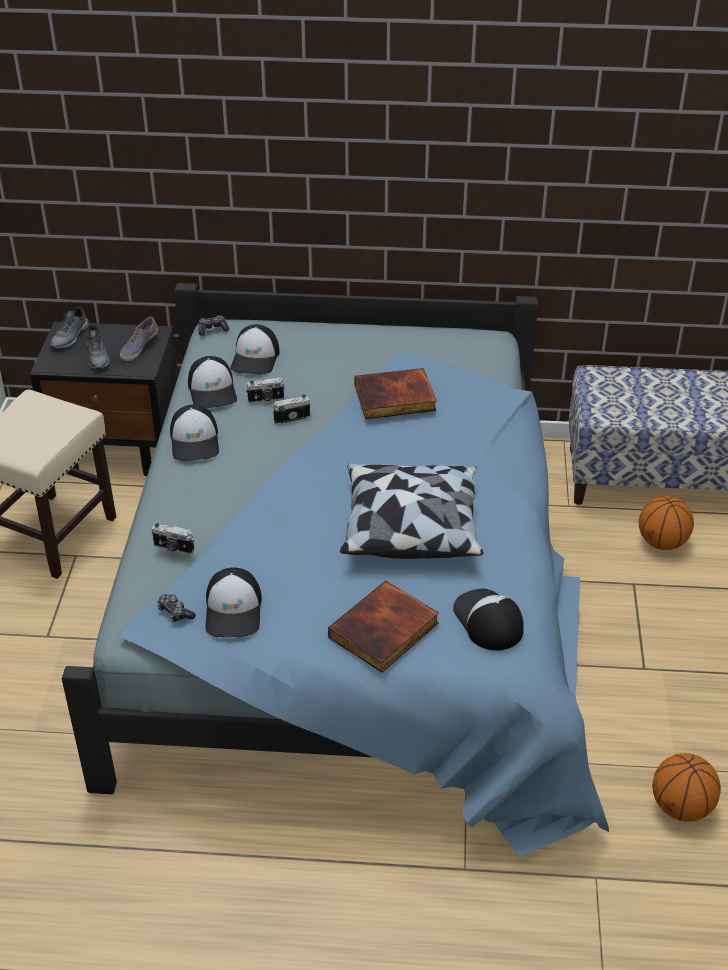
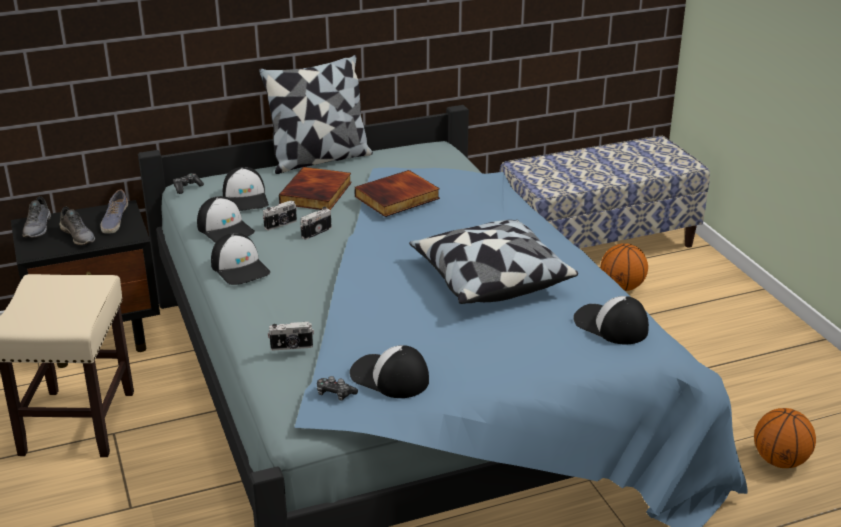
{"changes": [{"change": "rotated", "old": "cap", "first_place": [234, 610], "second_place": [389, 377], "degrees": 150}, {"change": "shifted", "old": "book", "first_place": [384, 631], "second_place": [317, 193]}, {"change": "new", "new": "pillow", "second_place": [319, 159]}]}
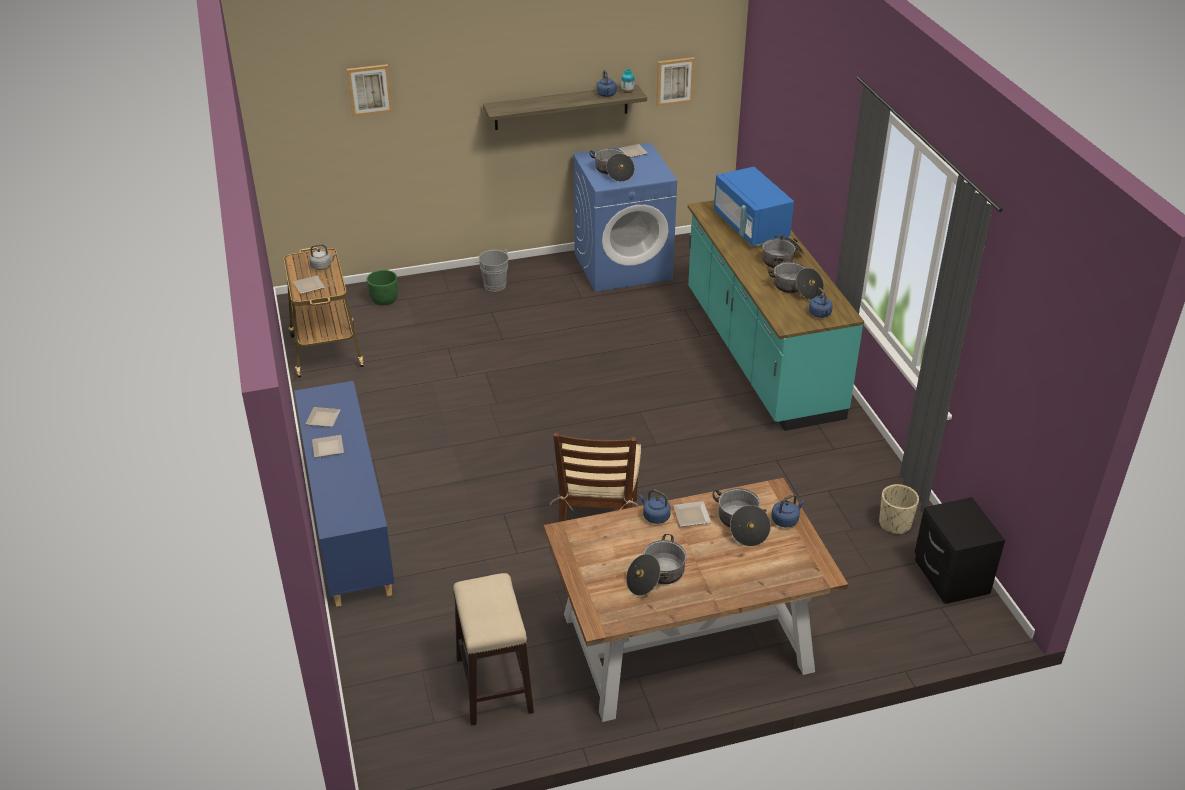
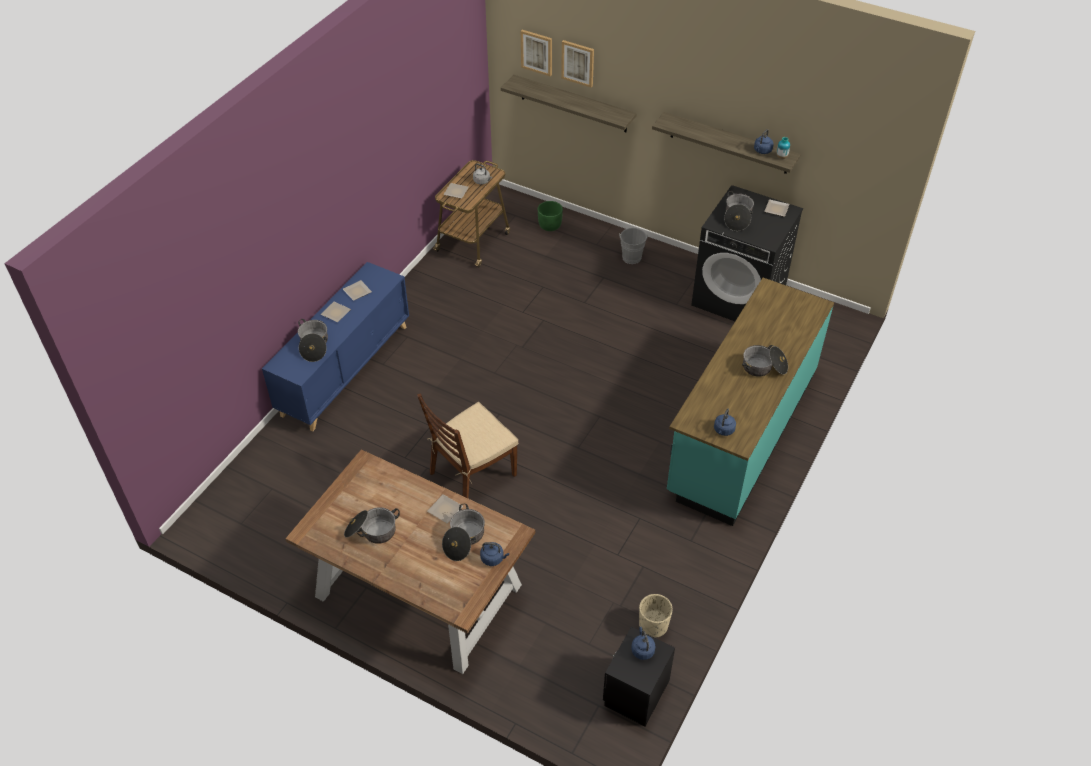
{"changes": [{"change": "shifted", "old": "picture", "first_place": [674, 81], "second_place": [537, 52]}, {"change": "repainted", "old": "blue washing machine", "new": "black washing machine", "first_place": [623, 266], "second_place": [739, 297]}, {"change": "gone", "old": "blue microwave", "first_place": [751, 227]}, {"change": "shifted", "old": "cooking pot", "first_place": [796, 288], "second_place": [314, 345]}, {"change": "shifted", "old": "blue kettle", "first_place": [655, 516], "second_place": [642, 649]}, {"change": "gone", "old": "stool", "first_place": [494, 684]}, {"change": "new", "new": "shelf", "second_place": [573, 104]}]}
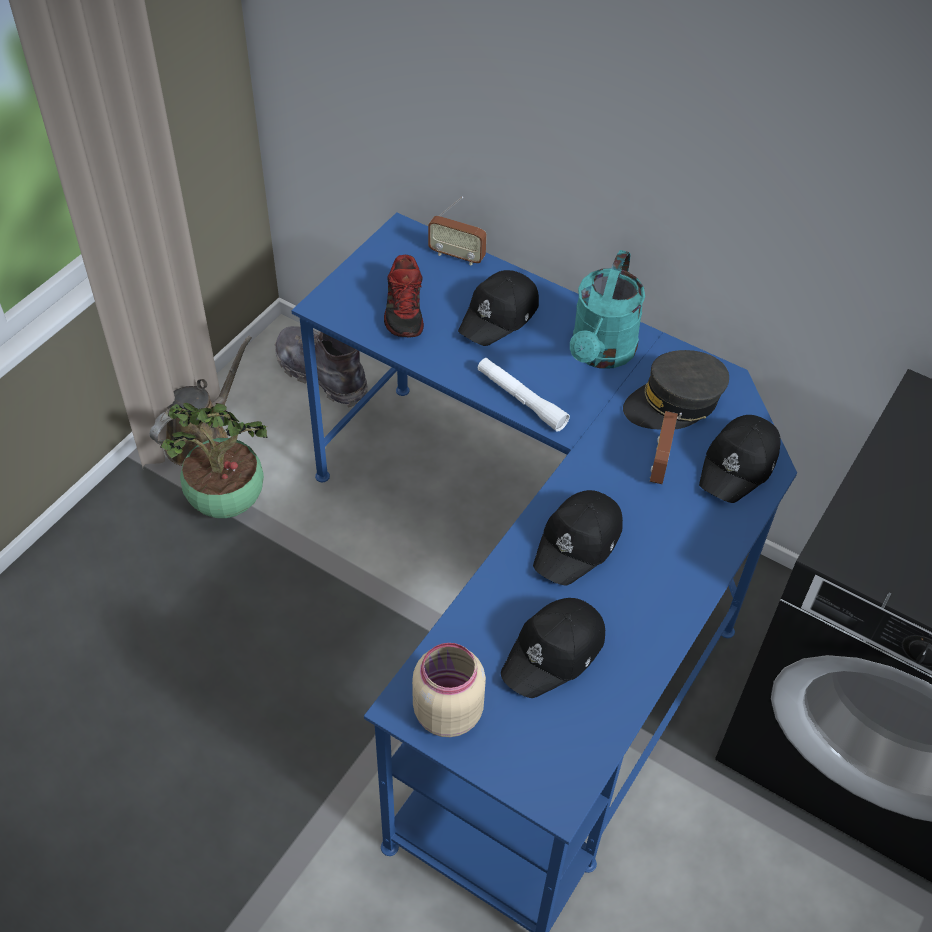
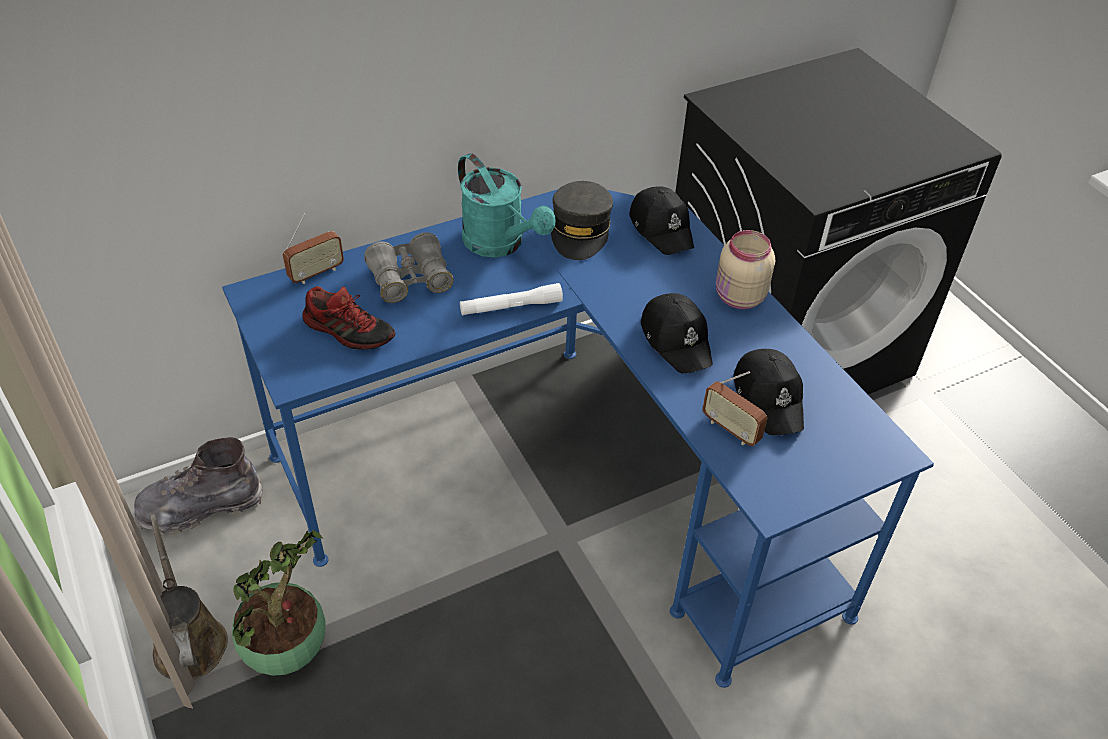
{"changes": [{"change": "swapped", "old": "black cap", "new": "grey binoculars", "first_place": [499, 316], "second_place": [410, 279]}, {"change": "shifted", "old": "radio", "first_place": [660, 464], "second_place": [731, 430]}, {"change": "shifted", "old": "beige jar", "first_place": [445, 712], "second_place": [738, 298]}]}
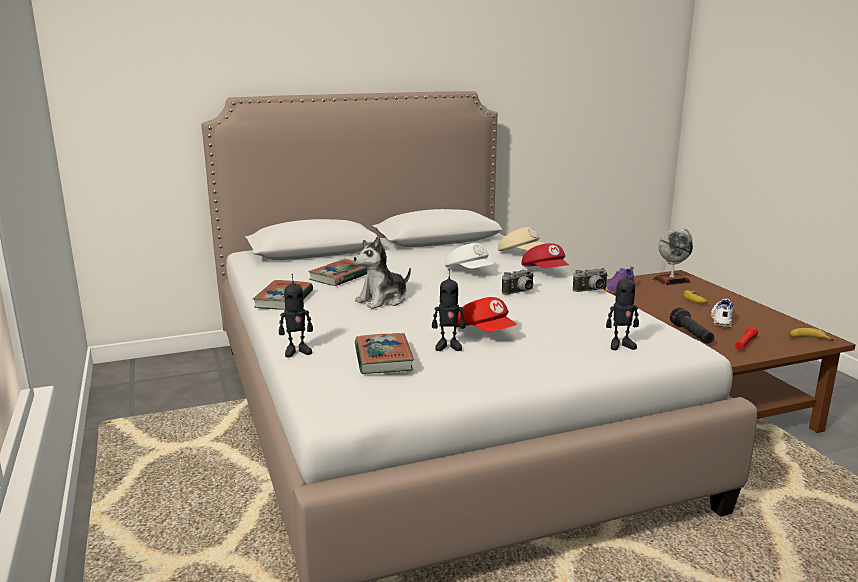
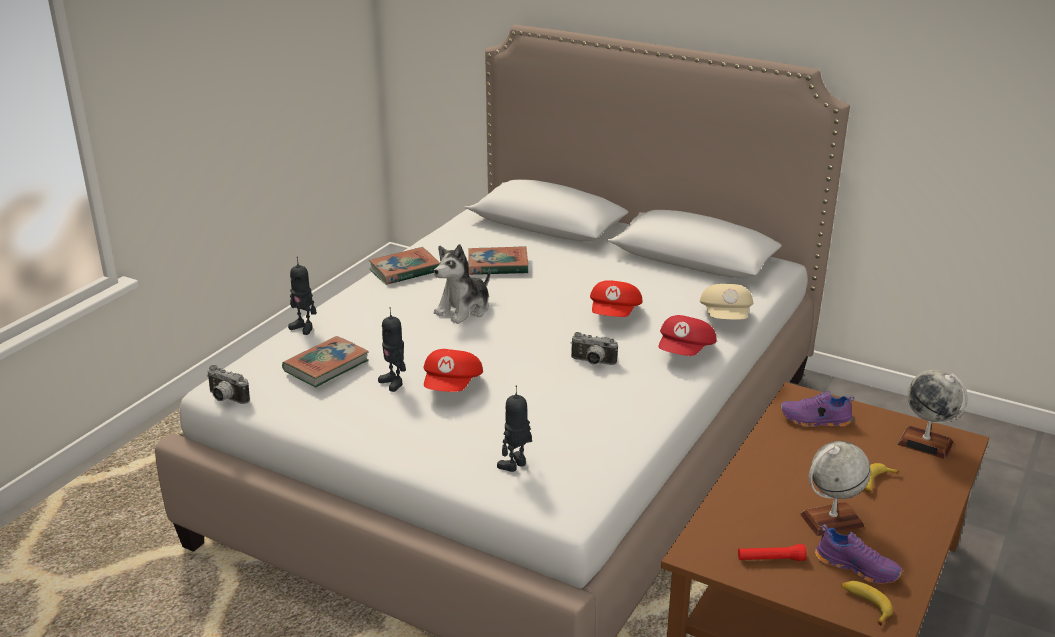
{"changes": [{"change": "rotated", "old": "plush toy", "first_place": [383, 300], "second_place": [464, 309], "degrees": -60}, {"change": "repainted", "old": "white cap", "new": "red cap", "first_place": [470, 272], "second_place": [615, 314]}, {"change": "shifted", "old": "photo camera", "first_place": [591, 291], "second_place": [225, 399]}, {"change": "rotated", "old": "toy robot", "first_place": [621, 345], "second_place": [515, 465], "degrees": 90}, {"change": "swapped", "old": "white shoe", "new": "globe", "first_place": [721, 319], "second_place": [831, 520]}, {"change": "gone", "old": "black flashlight", "first_place": [691, 335]}, {"change": "new", "new": "purple shoe", "second_place": [857, 567]}]}
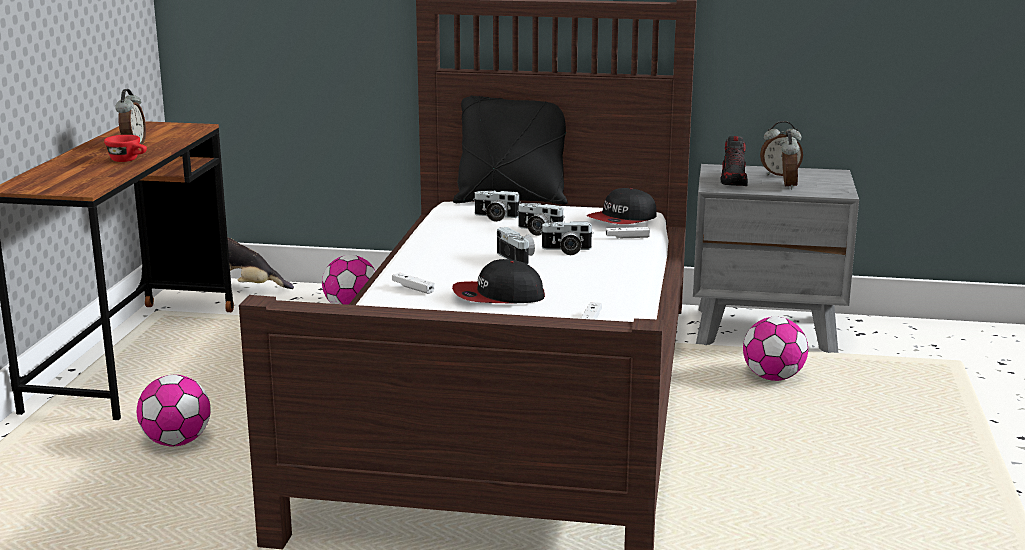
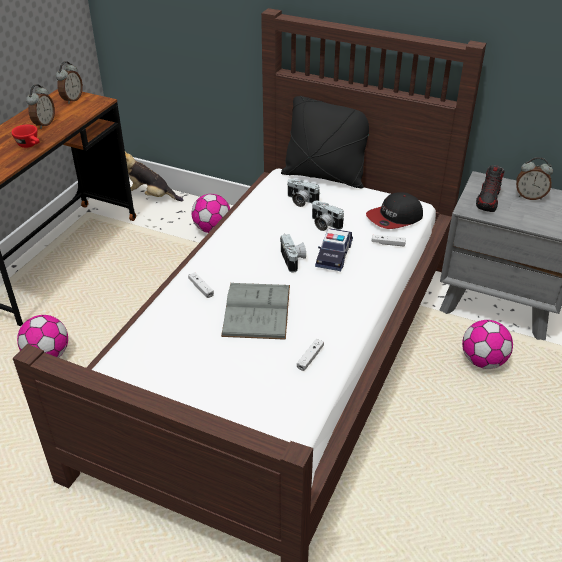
{"changes": [{"change": "shifted", "old": "alarm clock", "first_place": [786, 185], "second_place": [72, 99]}, {"change": "swapped", "old": "photo camera", "new": "toy car", "first_place": [566, 250], "second_place": [334, 255]}, {"change": "swapped", "old": "cap", "new": "grey book", "first_place": [498, 296], "second_place": [256, 310]}]}
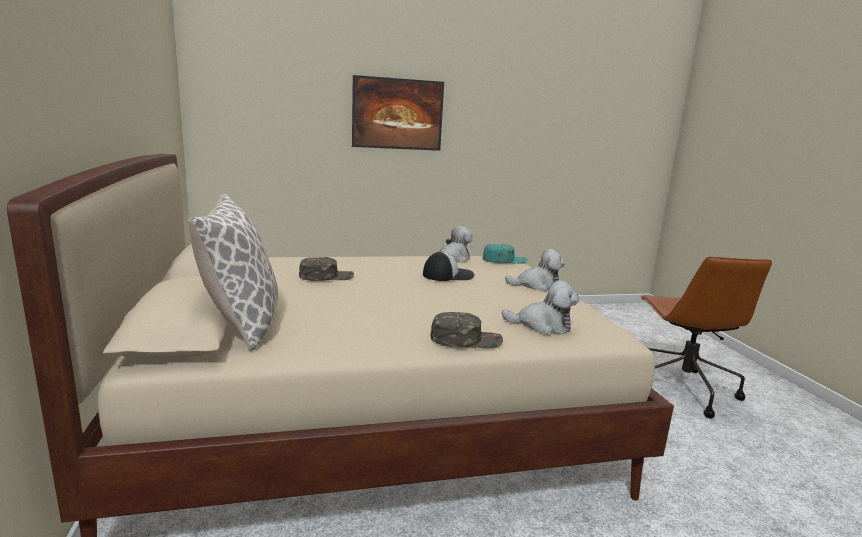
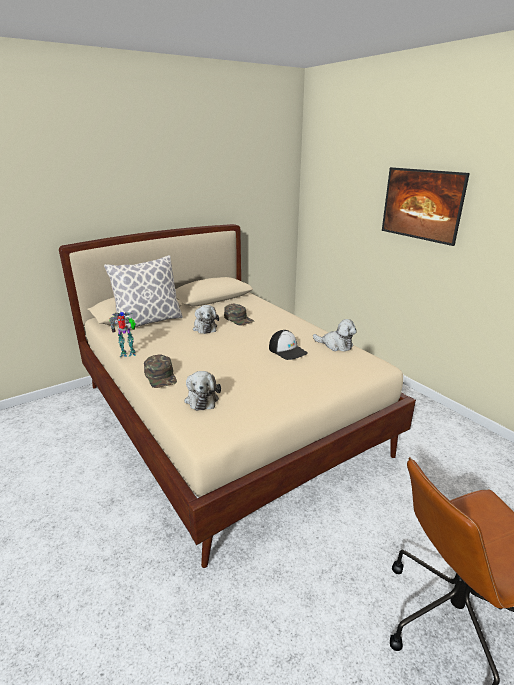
{"changes": [{"change": "gone", "old": "turquoise cap", "first_place": [504, 260]}, {"change": "shifted", "old": "plush toy", "first_place": [537, 285], "second_place": [204, 327]}, {"change": "new", "new": "toy robot", "second_place": [128, 354]}]}
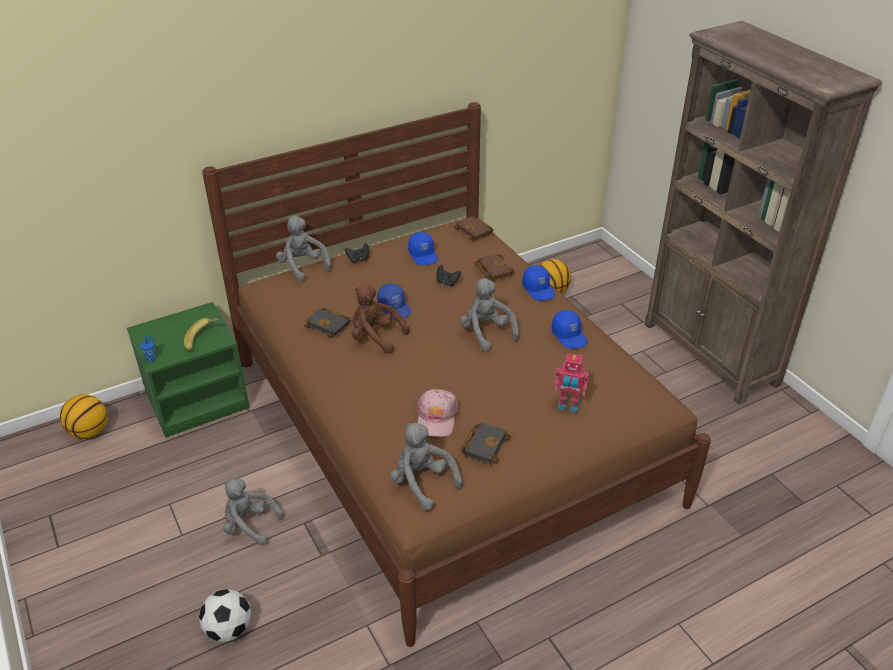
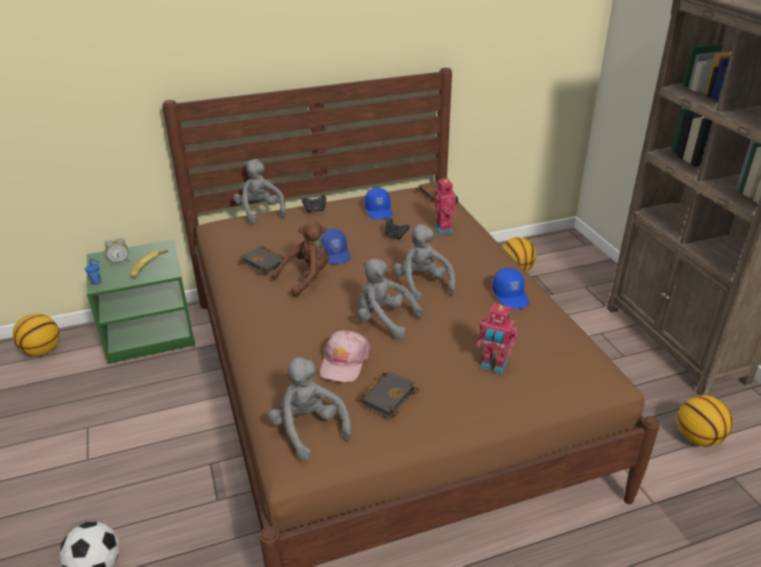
{"changes": [{"change": "swapped", "old": "brown book", "new": "toy robot", "first_place": [492, 270], "second_place": [444, 229]}, {"change": "gone", "old": "blue cap", "first_place": [539, 289]}, {"change": "rotated", "old": "brown plush toy", "first_place": [375, 337], "second_place": [306, 278], "degrees": 105}, {"change": "shifted", "old": "grey plush toy", "first_place": [250, 525], "second_place": [384, 320]}, {"change": "new", "new": "alarm clock", "second_place": [119, 261]}, {"change": "new", "new": "basketball", "second_place": [698, 438]}]}
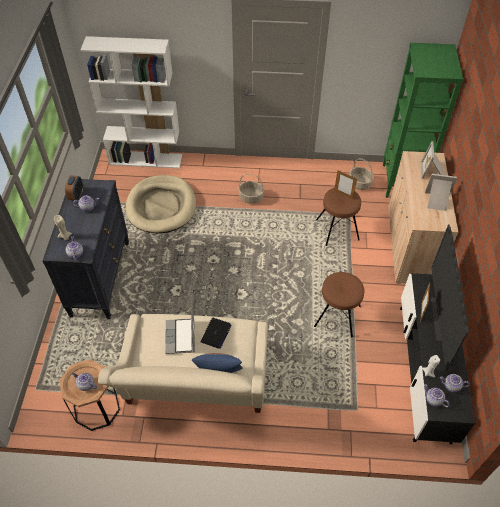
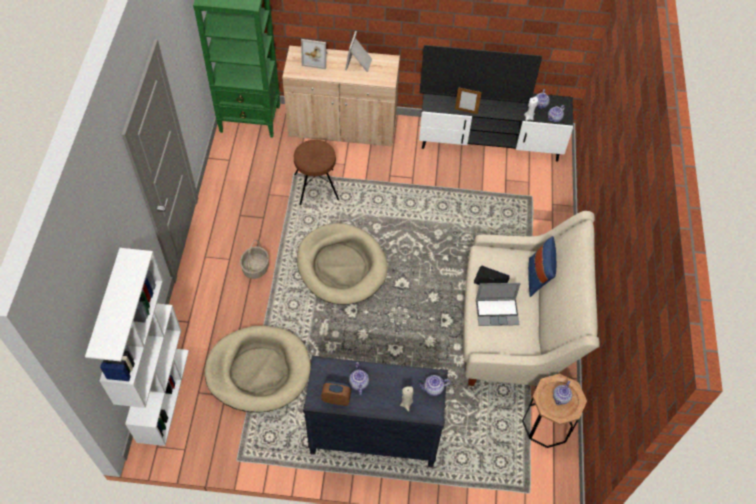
{"changes": [{"change": "gone", "old": "basket", "first_place": [360, 183]}, {"change": "gone", "old": "picture frame", "first_place": [343, 194]}, {"change": "gone", "old": "brown stool", "first_place": [337, 316]}, {"change": "new", "new": "beige dog bed", "second_place": [341, 266]}]}
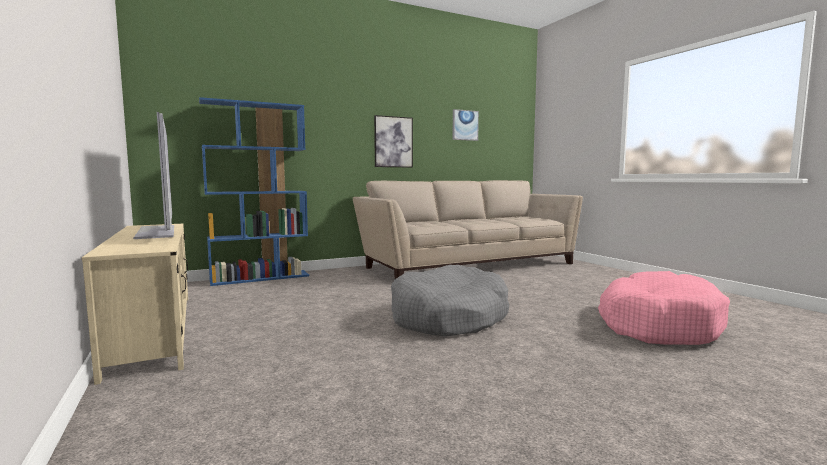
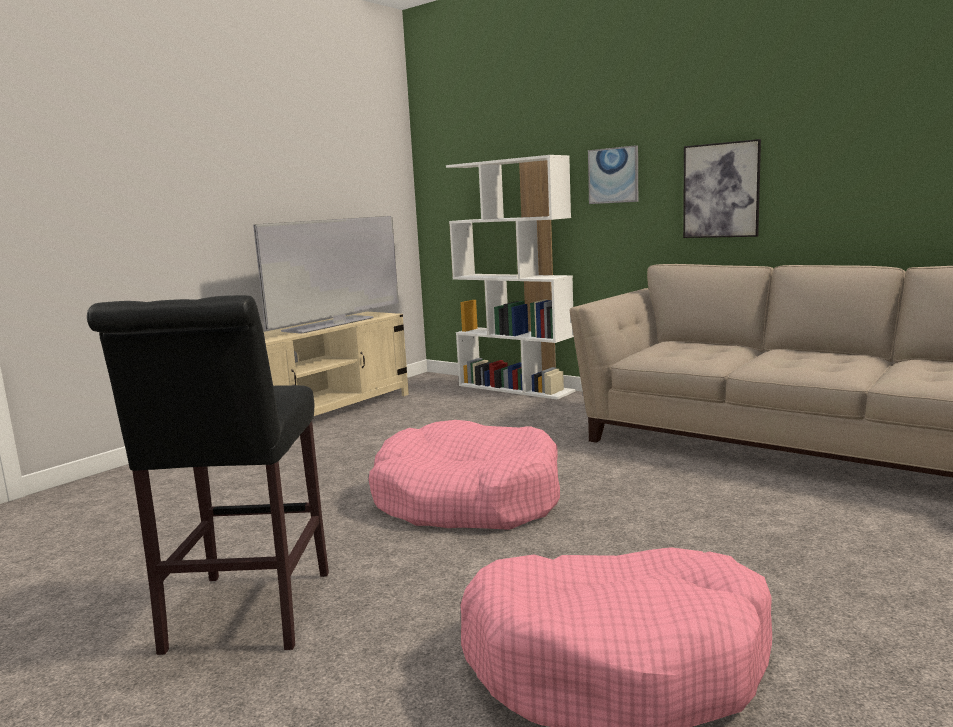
{"changes": [{"change": "repainted", "old": "blue bookcase", "new": "white bookcase", "first_place": [260, 278], "second_place": [516, 388]}, {"change": "shifted", "old": "picture", "first_place": [465, 125], "second_place": [613, 175]}, {"change": "repainted", "old": "grey dog bed", "new": "pink dog bed", "first_place": [448, 317], "second_place": [467, 499]}, {"change": "new", "new": "black stool", "second_place": [245, 617]}]}
